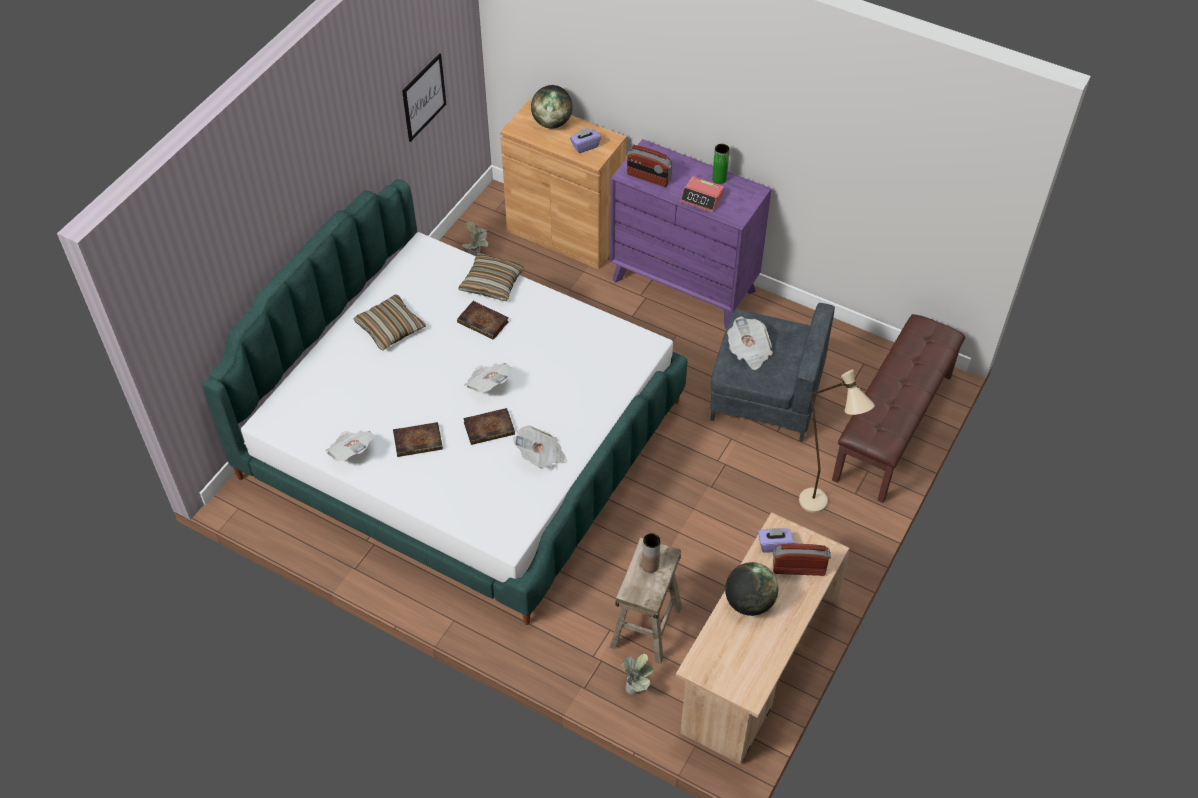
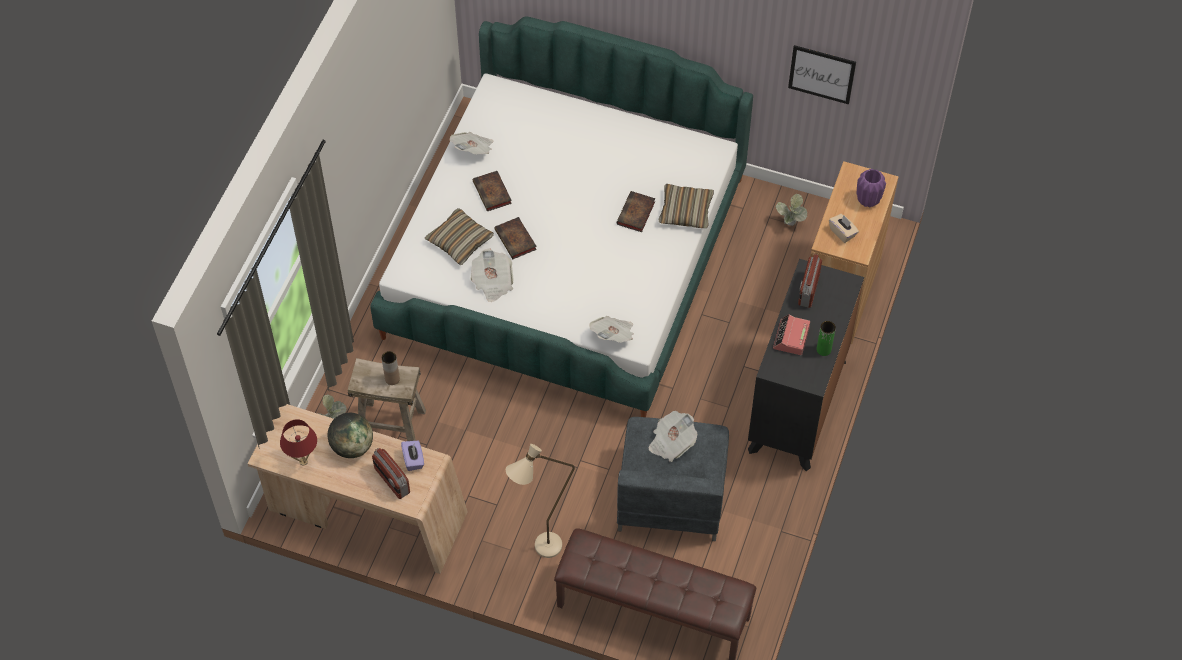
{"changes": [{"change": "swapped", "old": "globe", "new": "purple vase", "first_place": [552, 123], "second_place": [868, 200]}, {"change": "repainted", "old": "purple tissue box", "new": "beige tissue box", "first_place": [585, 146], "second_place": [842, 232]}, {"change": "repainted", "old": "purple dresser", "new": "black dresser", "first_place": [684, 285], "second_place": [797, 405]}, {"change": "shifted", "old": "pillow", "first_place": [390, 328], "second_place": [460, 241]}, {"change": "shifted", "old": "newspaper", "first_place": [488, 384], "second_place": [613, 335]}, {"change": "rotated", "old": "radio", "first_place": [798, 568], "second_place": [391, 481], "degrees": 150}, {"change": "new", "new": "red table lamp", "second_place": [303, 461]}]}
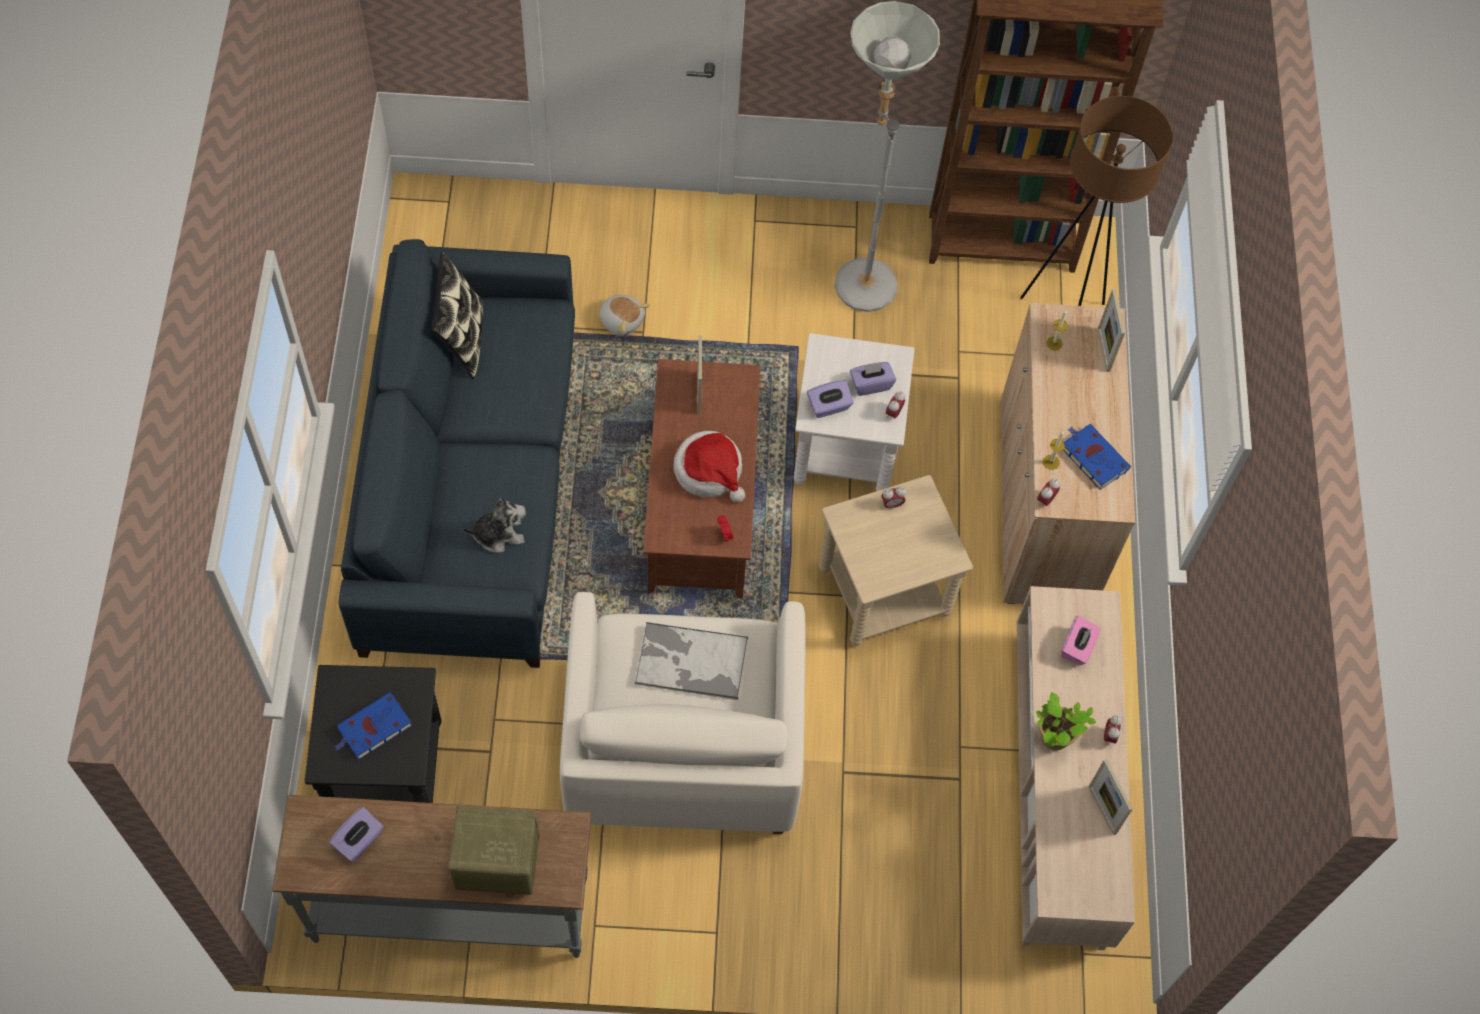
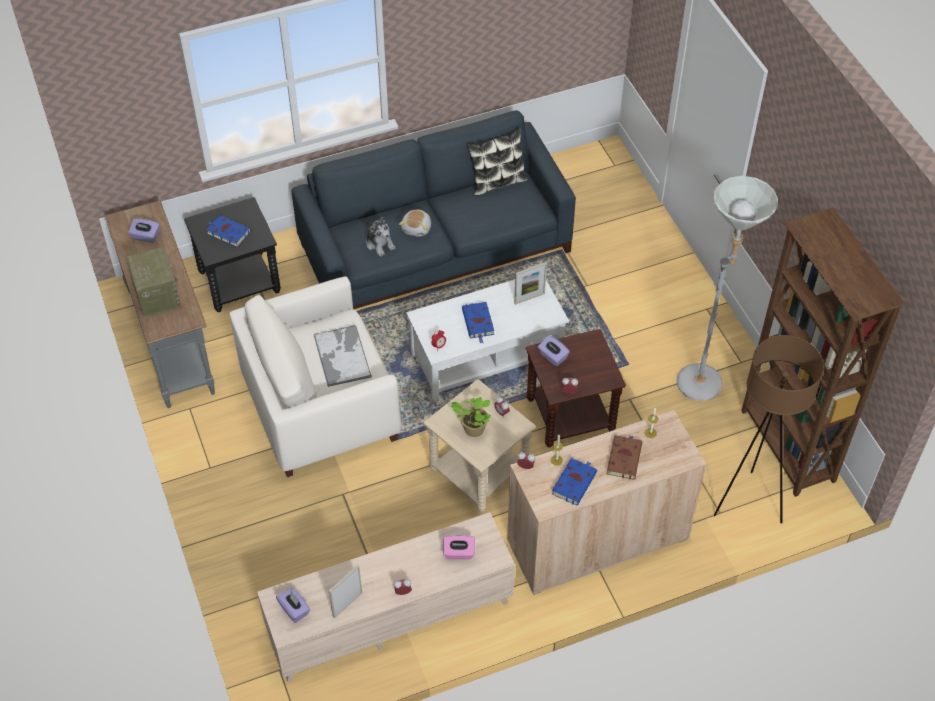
{"changes": [{"change": "gone", "old": "picture frame", "first_place": [1103, 350]}, {"change": "shifted", "old": "plush toy", "first_place": [622, 320], "second_place": [417, 228]}, {"change": "repainted", "old": "white side table", "new": "brown side table", "first_place": [846, 448], "second_place": [570, 415]}, {"change": "repainted", "old": "brown coffee table", "new": "white coffee table", "first_place": [699, 501], "second_place": [486, 355]}, {"change": "shifted", "old": "purple tissue box", "first_place": [871, 384], "second_place": [294, 610]}, {"change": "swapped", "old": "hat", "new": "blue book", "first_place": [710, 471], "second_place": [478, 323]}, {"change": "shifted", "old": "potted plant", "first_place": [1054, 739], "second_place": [472, 429]}, {"change": "new", "new": "brown book", "second_place": [624, 458]}]}
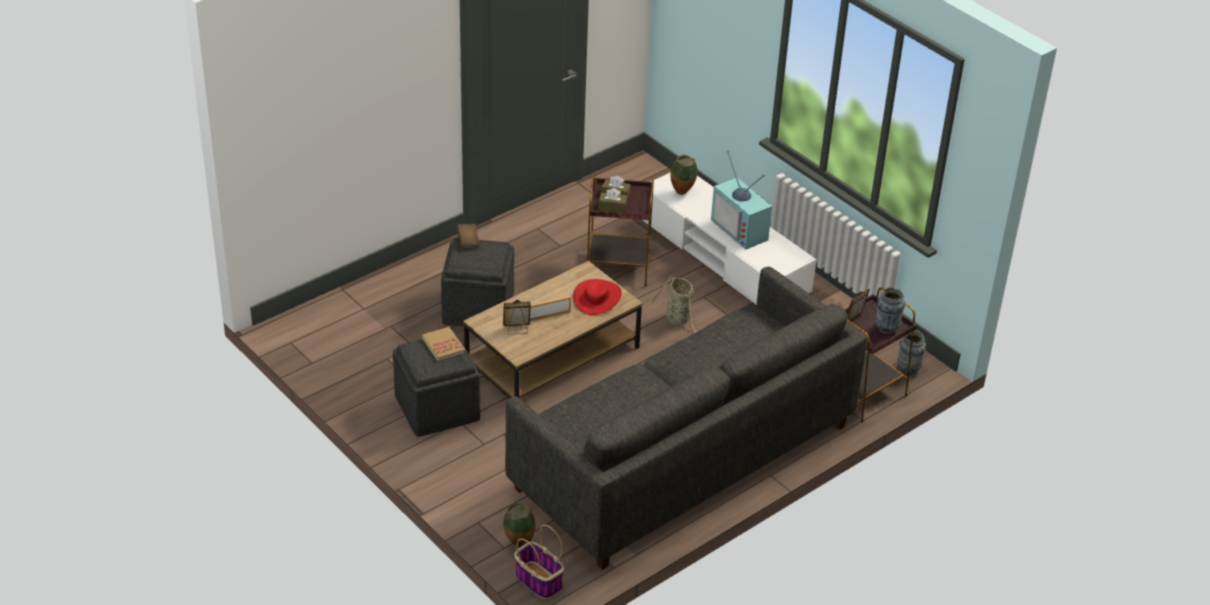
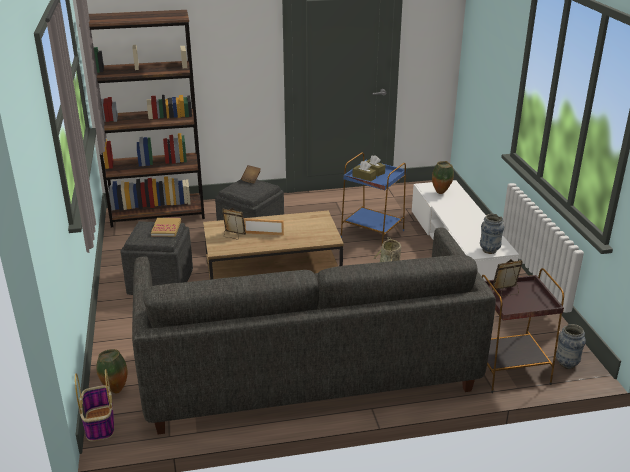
{"changes": [{"change": "gone", "old": "television", "first_place": [742, 229]}, {"change": "repainted", "old": "brown side table", "new": "blue side table", "first_place": [618, 266], "second_place": [372, 234]}, {"change": "gone", "old": "red hat", "first_place": [597, 298]}, {"change": "shifted", "old": "vase", "first_place": [886, 329], "second_place": [489, 250]}, {"change": "new", "new": "brown bookcase", "second_place": [158, 214]}]}
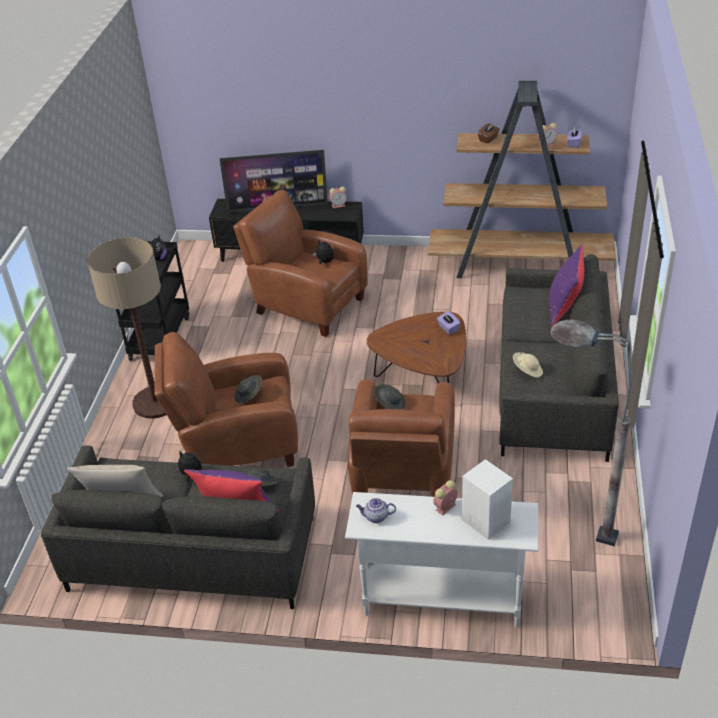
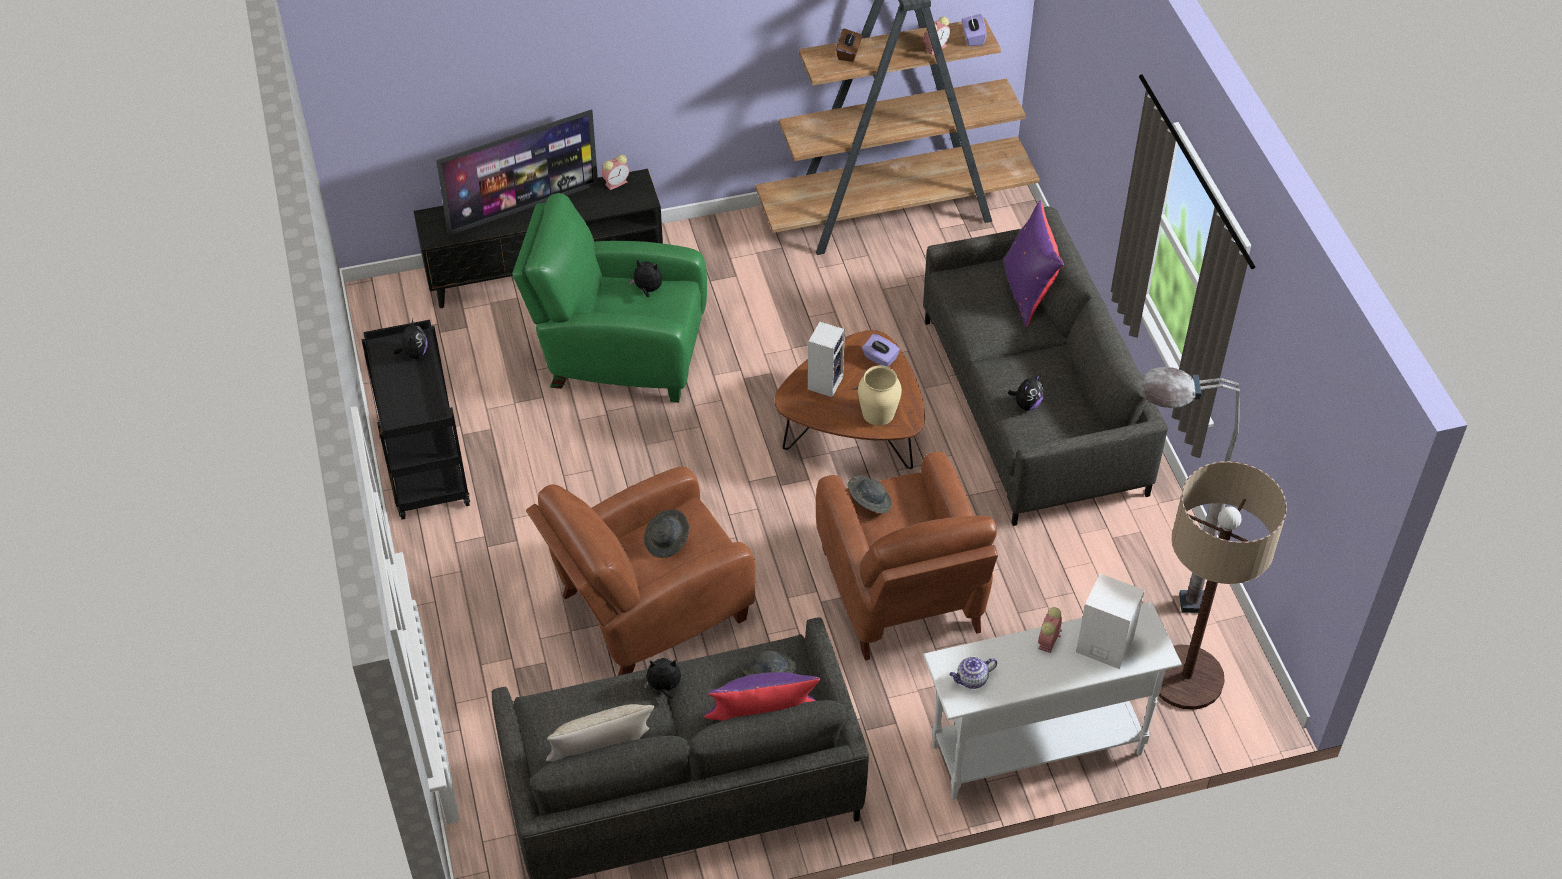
{"changes": [{"change": "repainted", "old": "brown armchair", "new": "green armchair", "first_place": [306, 304], "second_place": [619, 354]}, {"change": "shifted", "old": "floor lamp", "first_place": [156, 402], "second_place": [1186, 678]}, {"change": "swapped", "old": "beige hat", "new": "plush toy", "first_place": [527, 371], "second_place": [1026, 404]}, {"change": "new", "new": "speaker", "second_place": [825, 382]}, {"change": "new", "new": "beige vase", "second_place": [878, 413]}]}
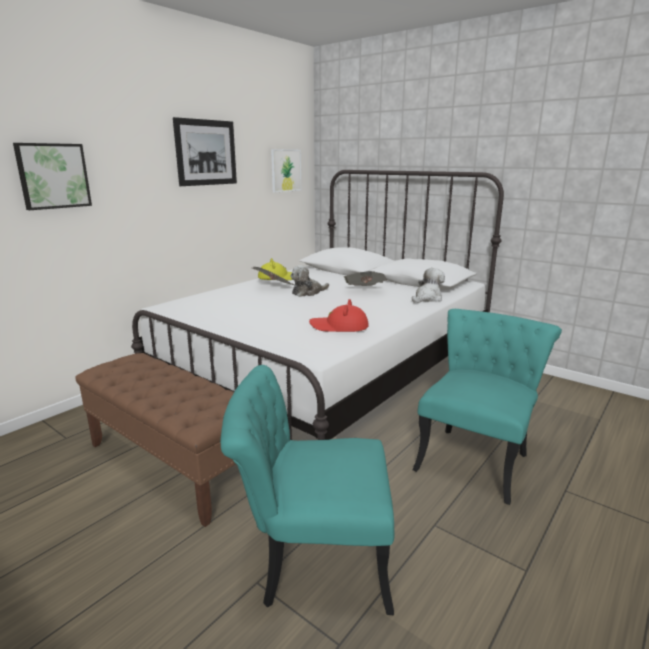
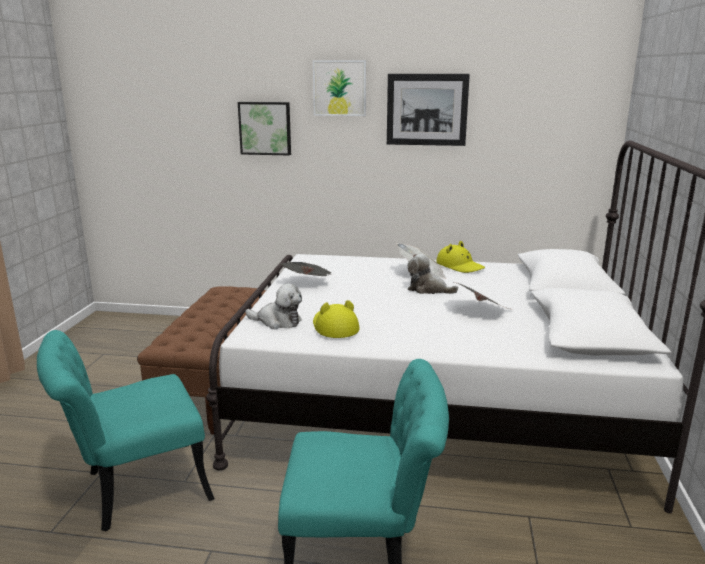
{"changes": [{"change": "shifted", "old": "picture", "first_place": [286, 170], "second_place": [339, 88]}, {"change": "shifted", "old": "plush toy", "first_place": [427, 298], "second_place": [277, 321]}, {"change": "repainted", "old": "red hat", "new": "yellow hat", "first_place": [339, 327], "second_place": [334, 327]}, {"change": "rotated", "old": "turquoise chair", "first_place": [311, 559], "second_place": [134, 490], "degrees": -90}, {"change": "new", "new": "newspaper", "second_place": [308, 283]}]}
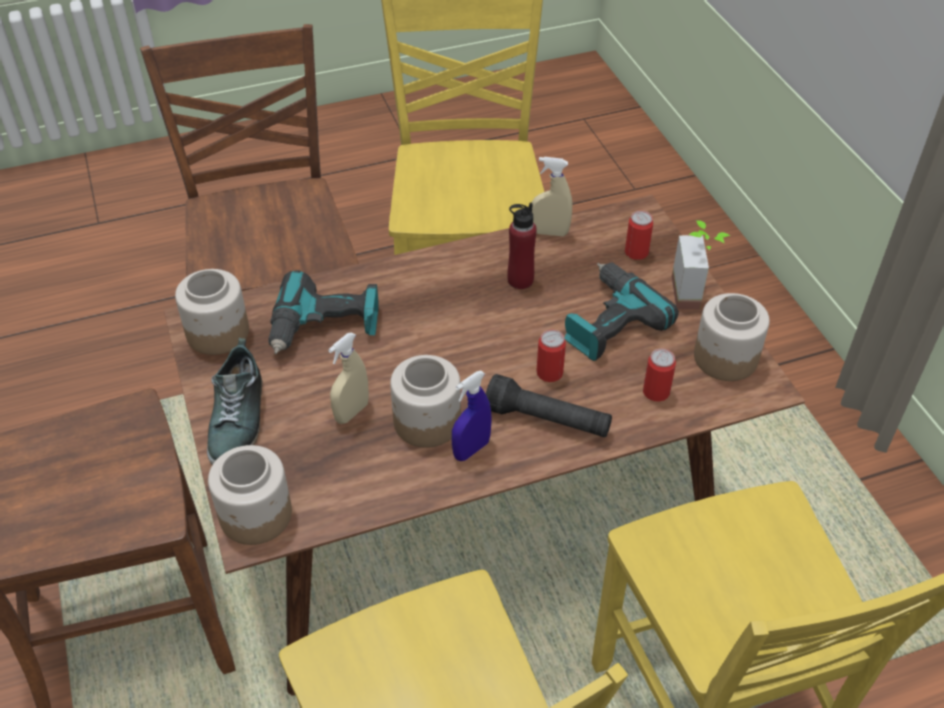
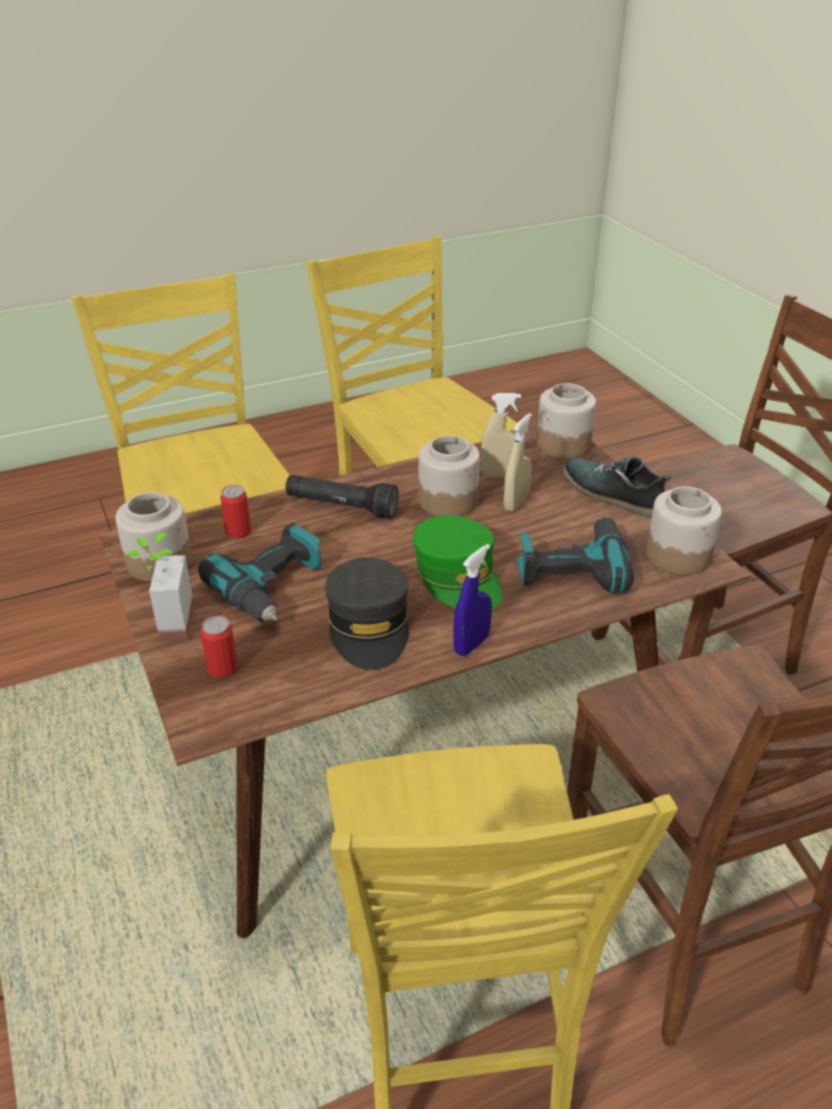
{"changes": [{"change": "shifted", "old": "beige spray bottle", "first_place": [549, 232], "second_place": [500, 475]}, {"change": "swapped", "old": "red bottle", "new": "grey cap", "first_place": [520, 280], "second_place": [369, 626]}, {"change": "gone", "old": "can", "first_place": [549, 373]}, {"change": "rotated", "old": "shoe", "first_place": [239, 419], "second_place": [611, 494], "degrees": -45}, {"change": "shifted", "old": "blue spray bottle", "first_place": [471, 449], "second_place": [471, 644]}, {"change": "new", "new": "green cap", "second_place": [458, 577]}]}
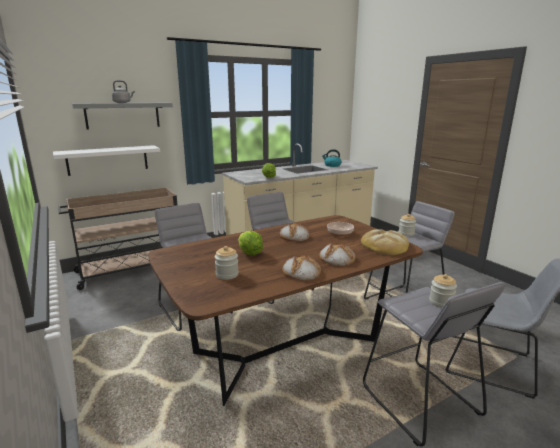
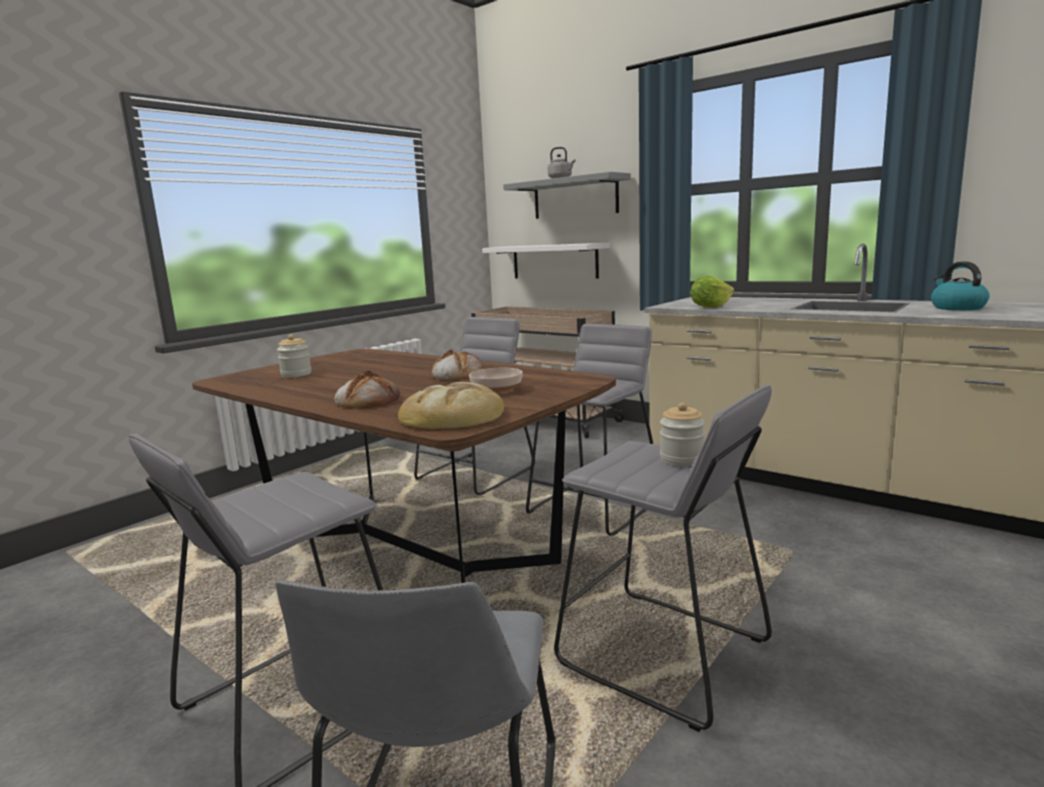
{"changes": [{"change": "gone", "old": "lettuce", "first_place": [249, 253]}, {"change": "gone", "old": "bread", "first_place": [301, 272]}, {"change": "gone", "old": "jar", "first_place": [441, 302]}]}
